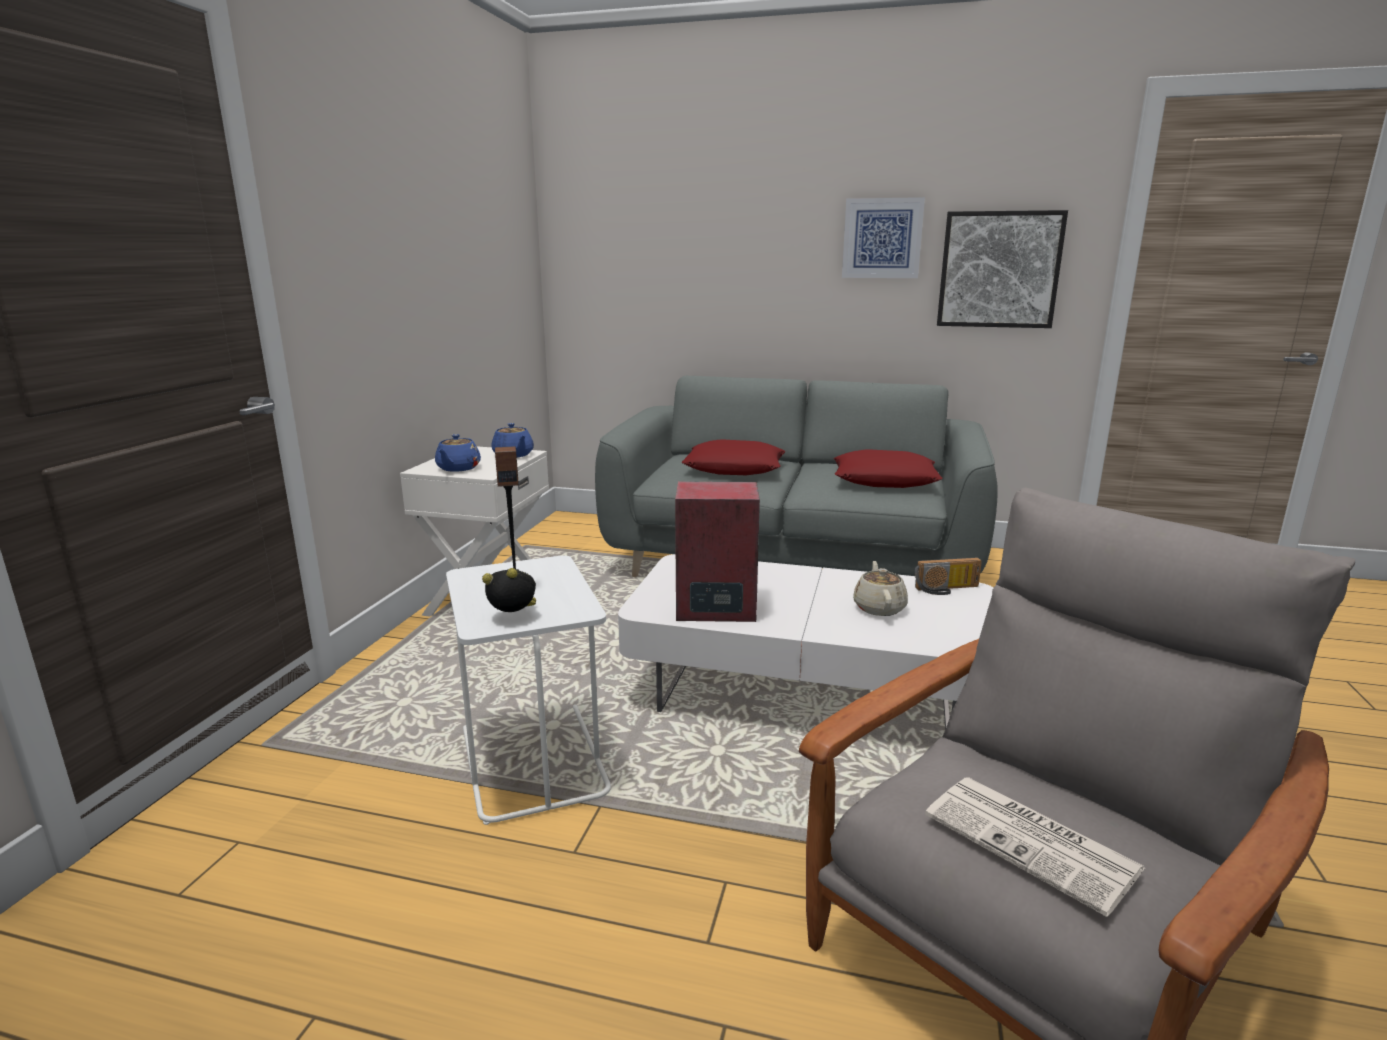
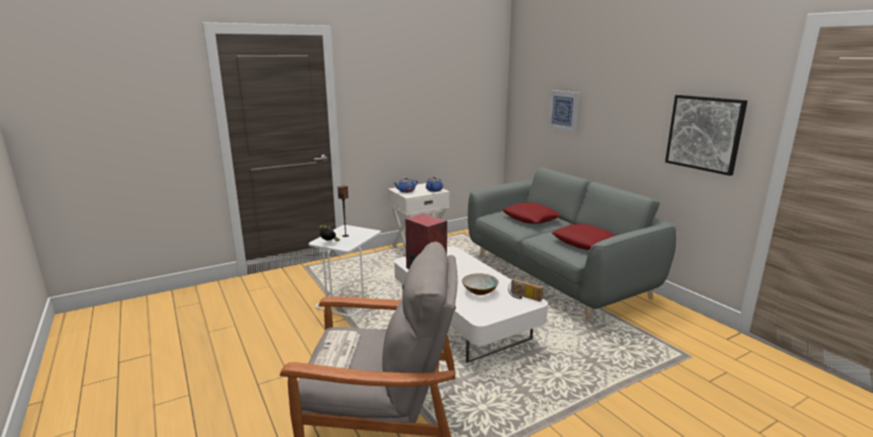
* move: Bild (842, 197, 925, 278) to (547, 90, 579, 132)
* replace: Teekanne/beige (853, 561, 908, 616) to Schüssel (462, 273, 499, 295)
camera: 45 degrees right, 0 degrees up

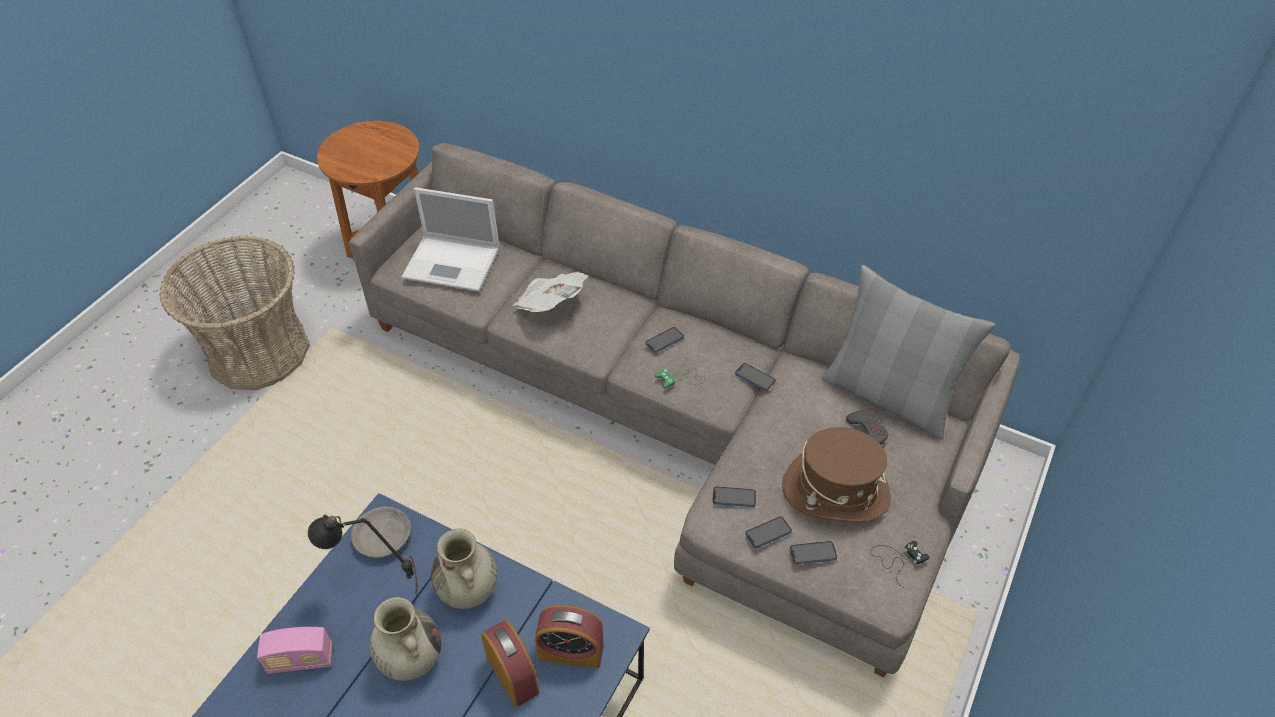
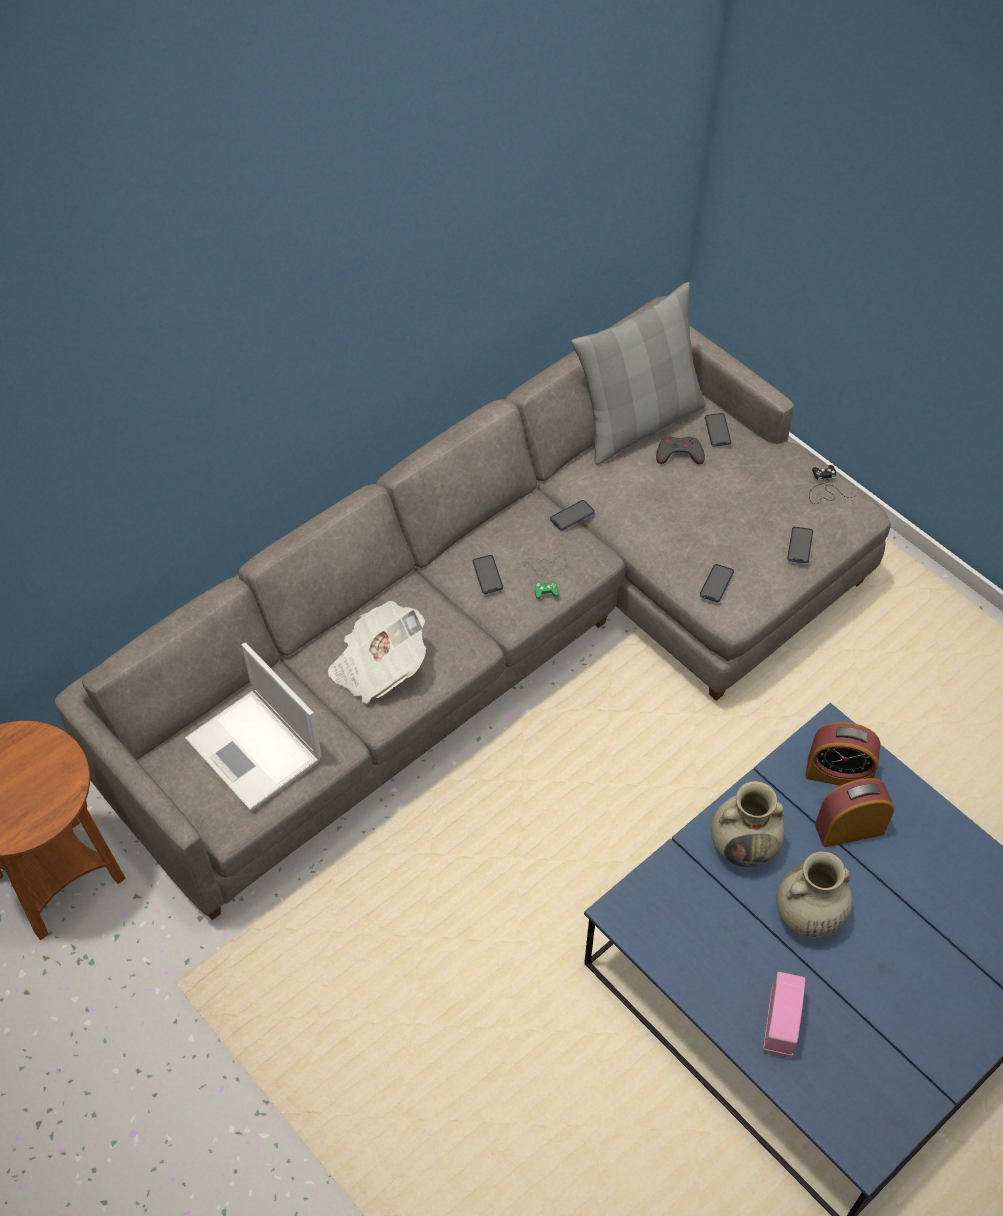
* rotate: Laptop (401, 187, 499, 292) = (185, 643, 322, 811) 105 degrees clockwise
* delete: Korb (159, 236, 310, 390)
* delete: Hut/braun (782, 427, 891, 522)
* delete: Schüssel/grau (351, 506, 411, 558)
* delete: Tischlampe/schwarz (308, 515, 417, 595)
* move: Handy (745, 516, 792, 548) to (705, 413, 731, 447)
* rotate: Wecker (535, 605, 604, 668) = (805, 722, 880, 786) 75 degrees clockwise
camera: 70 degrees left, 5 degrees up

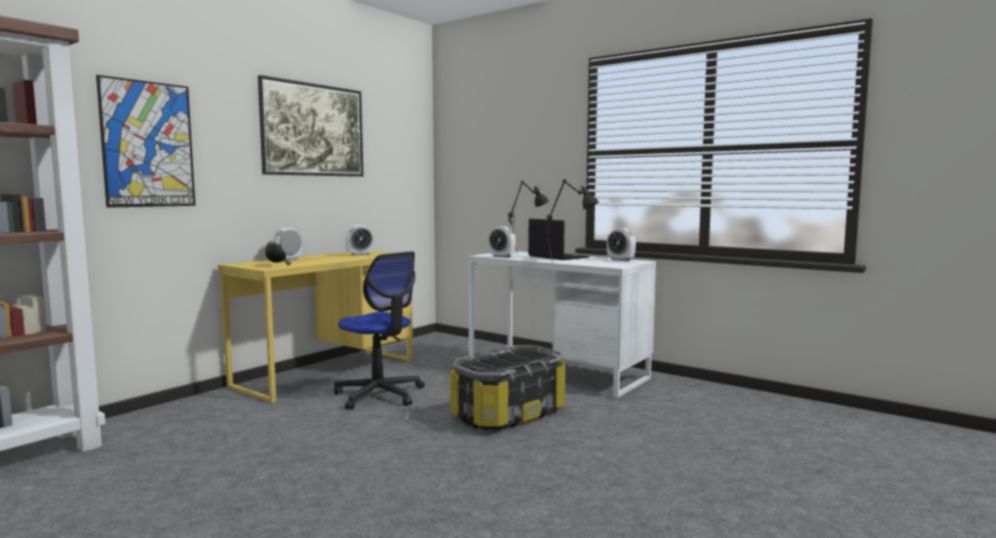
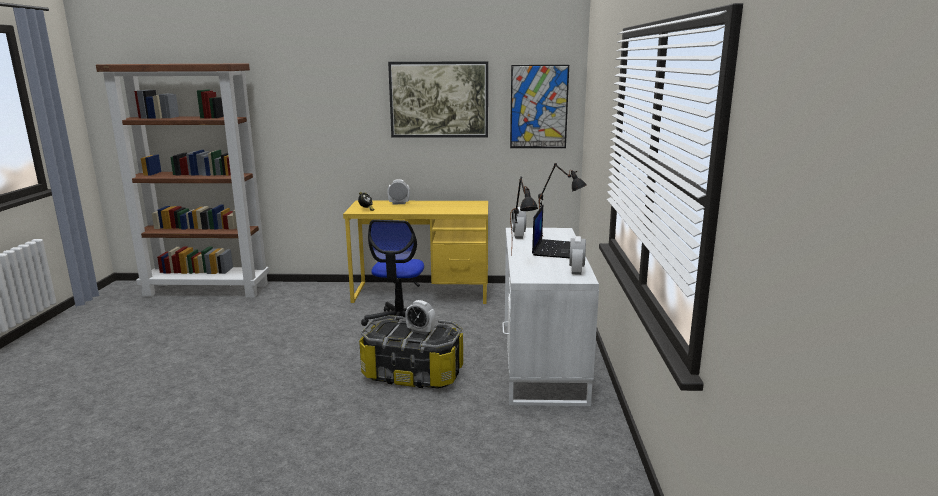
* move: Bild (96, 75, 195, 208) to (510, 65, 569, 148)
* move: Wecker (345, 225, 374, 256) to (405, 300, 436, 335)
camera: 55 degrees right, 10 degrees up

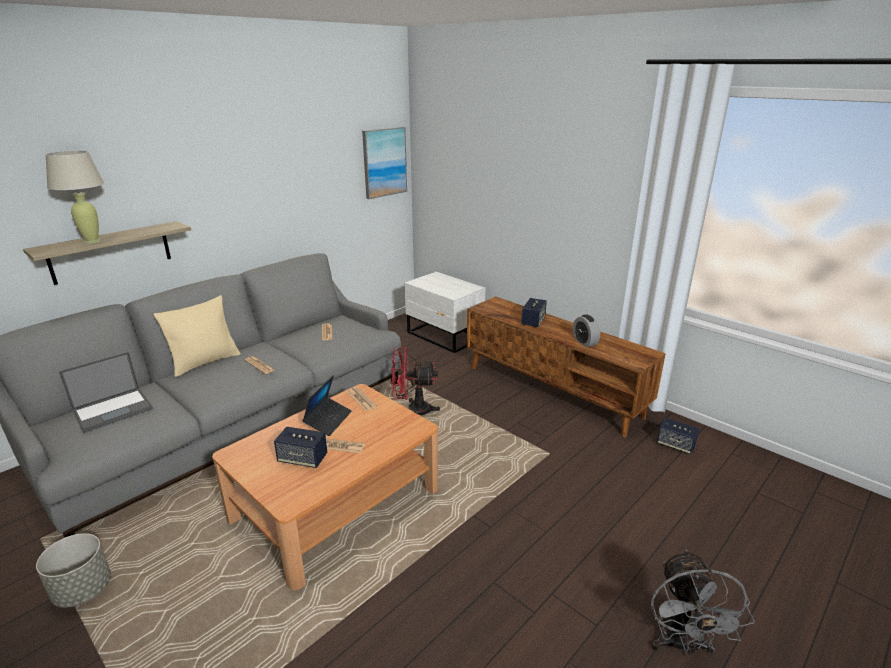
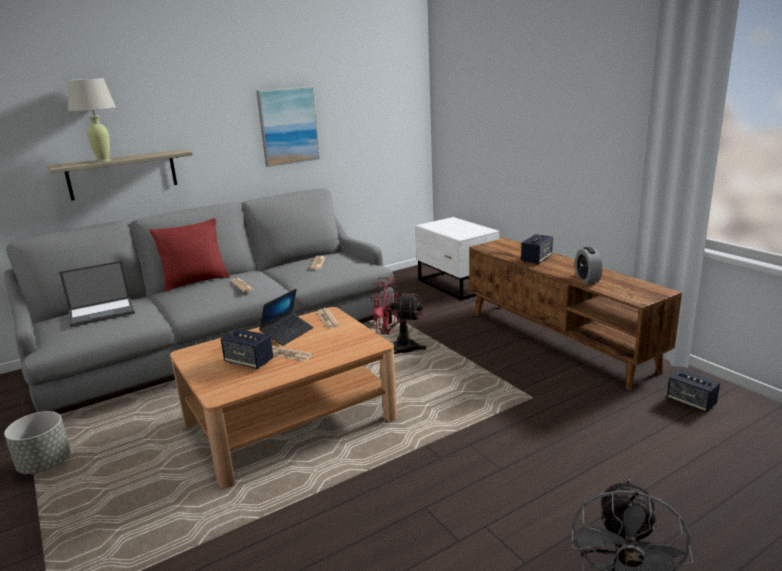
* move: Bild (362, 127, 407, 199) to (256, 86, 320, 167)
* recolor: Kissen/beige (154, 295, 241, 377) to Kissen/rot (150, 218, 230, 292)
camera: 15 degrees right, 5 degrees down

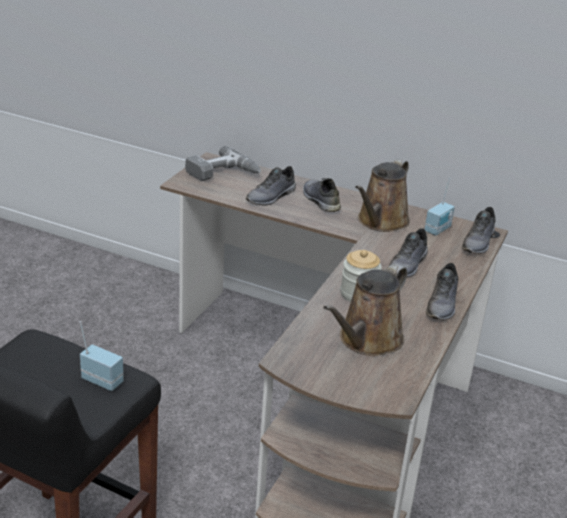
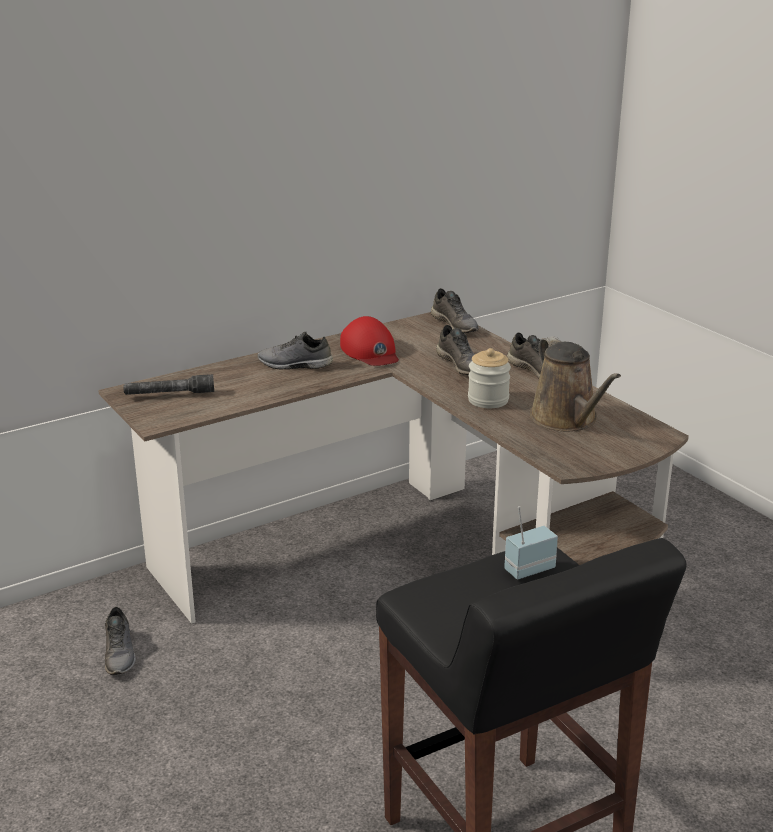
* replace: Bohrmaschine (185, 146, 261, 181) to Taschenlampe/grau (123, 374, 214, 395)
* replace: Gießkanne/braun (355, 159, 410, 232) to Kappe/rot (340, 316, 399, 366)
* move: Schuh/grau (246, 166, 296, 205) to (105, 607, 136, 675)
* delete: Radio (425, 178, 455, 236)
camera: 55 degrees left, 5 degrees down

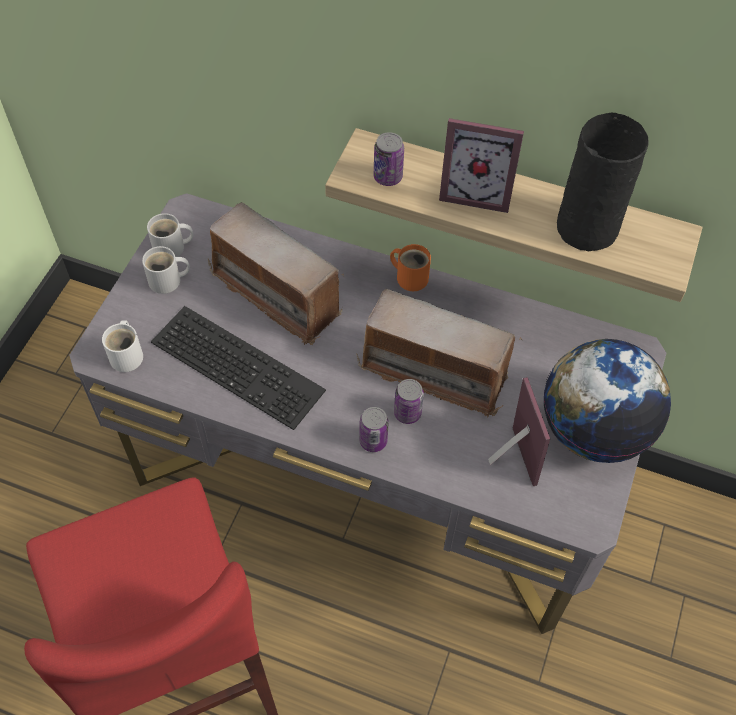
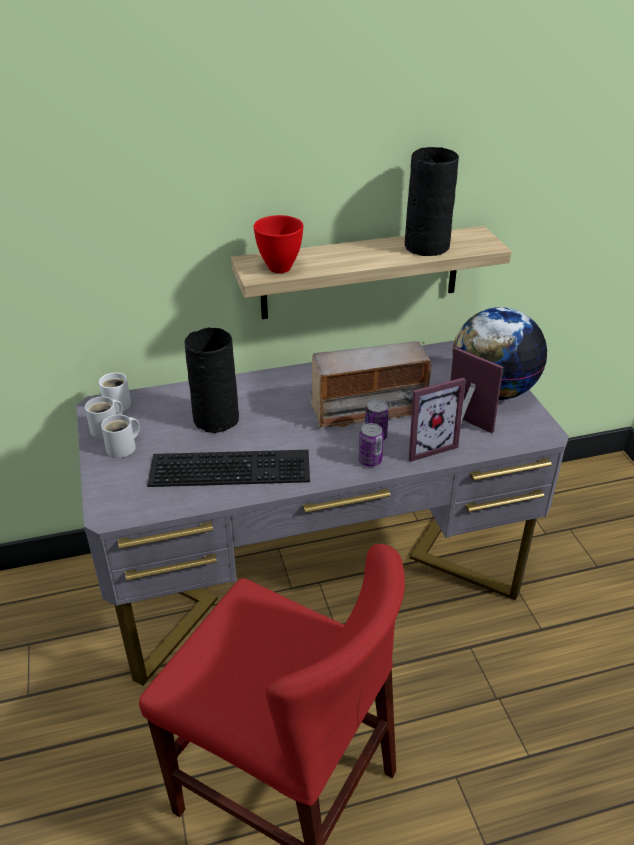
* move: Bilderrahmen (439, 118, 524, 213) to (409, 377, 466, 462)
* replace: Dose (374, 132, 404, 186) to Schüssel/rot (253, 215, 304, 273)
* replace: Radio (208, 202, 344, 345) to Vase/schwarz (184, 327, 239, 433)
* delete: Henkelbecher/orange (390, 244, 431, 291)
* move: Henkelbecher/weiß (102, 320, 143, 372) to (99, 373, 131, 413)
camera: 35 degrees left, 20 degrees down

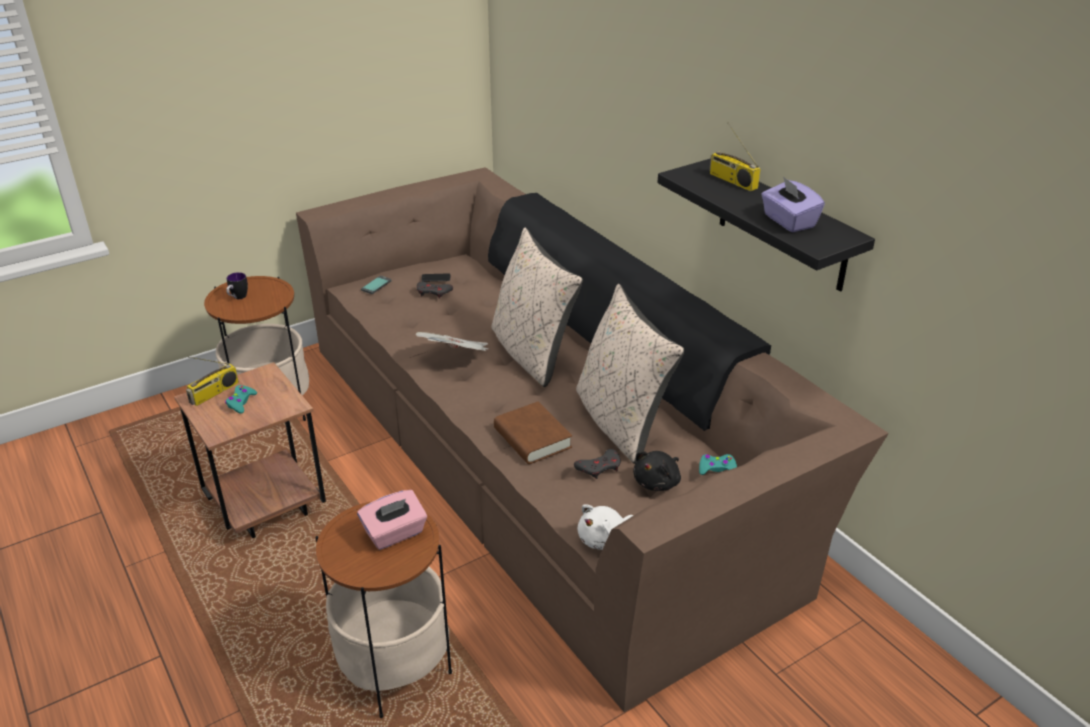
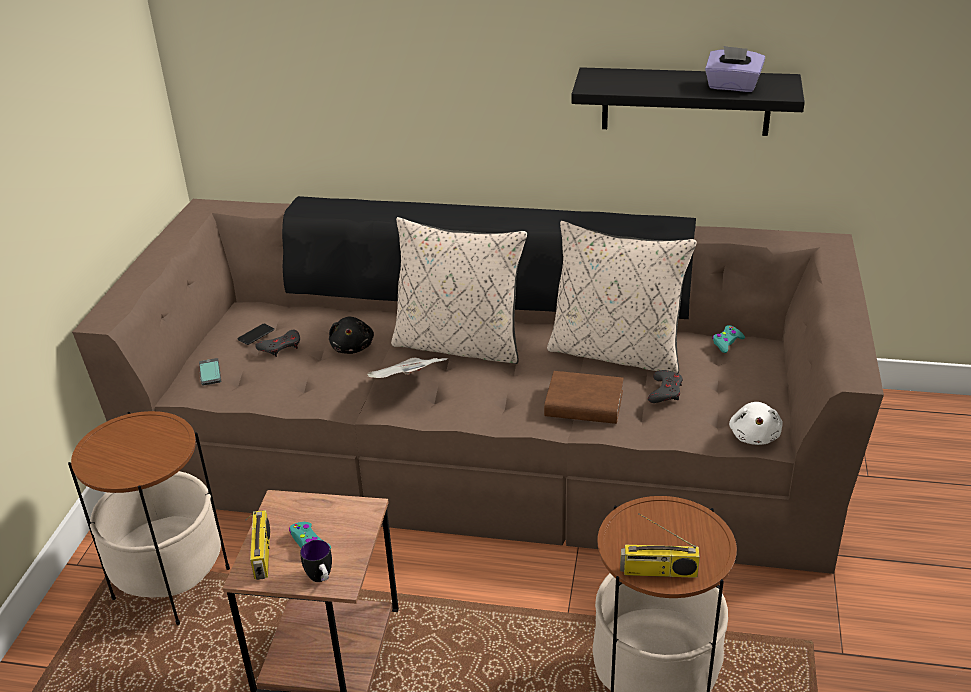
* move: Radio (709, 123, 761, 191) to (620, 513, 700, 578)
* move: Henkelbecher (226, 272, 248, 299) to (300, 540, 332, 582)
* move: Plüschtier/schwarz (633, 451, 681, 491) to (329, 317, 374, 354)
* delete: Taschentuchbox/rosa (357, 490, 427, 550)
camera: 45 degrees left, 0 degrees up

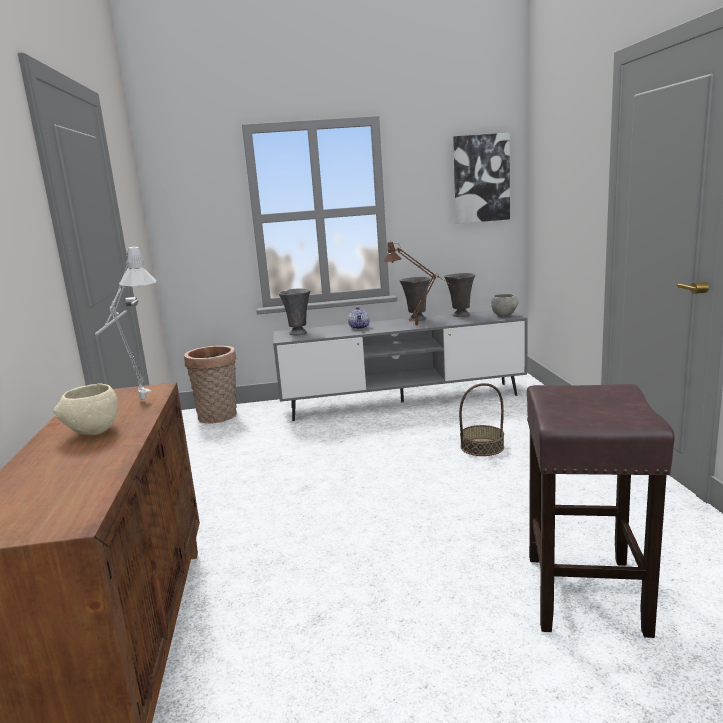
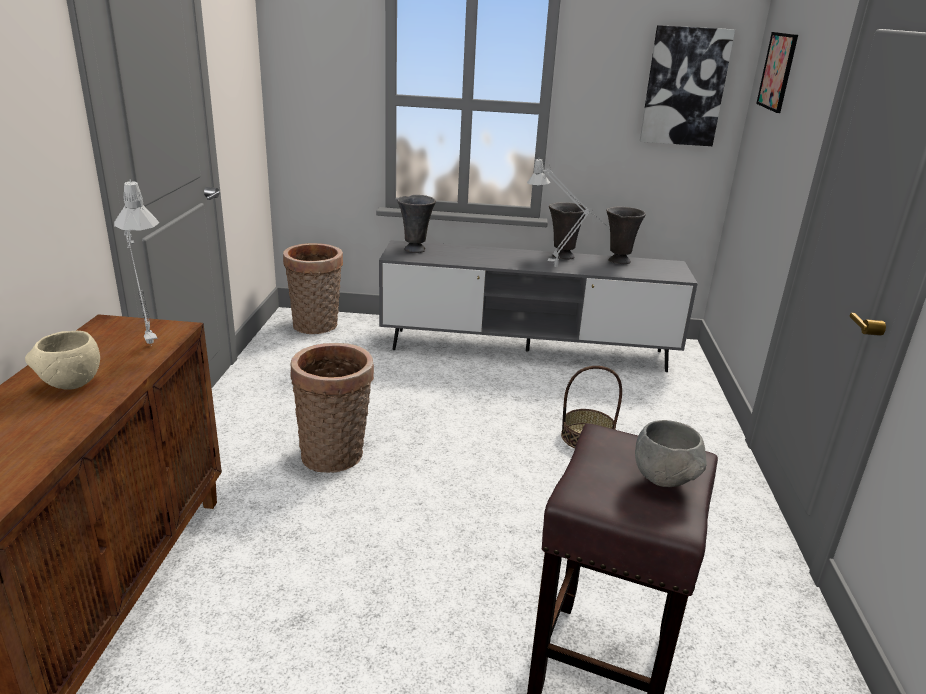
* recolor: Tischlampe/braun (384, 242, 452, 325) to Tischlampe/grau (527, 159, 610, 267)
* move: Schüssel/grau (491, 294, 518, 316) to (635, 420, 707, 487)
* delete: Teekanne (348, 307, 370, 329)
* insert: Bild (756, 32, 798, 113)
* insert: Korb (290, 343, 374, 473)
camera: 10 degrees right, 10 degrees up

